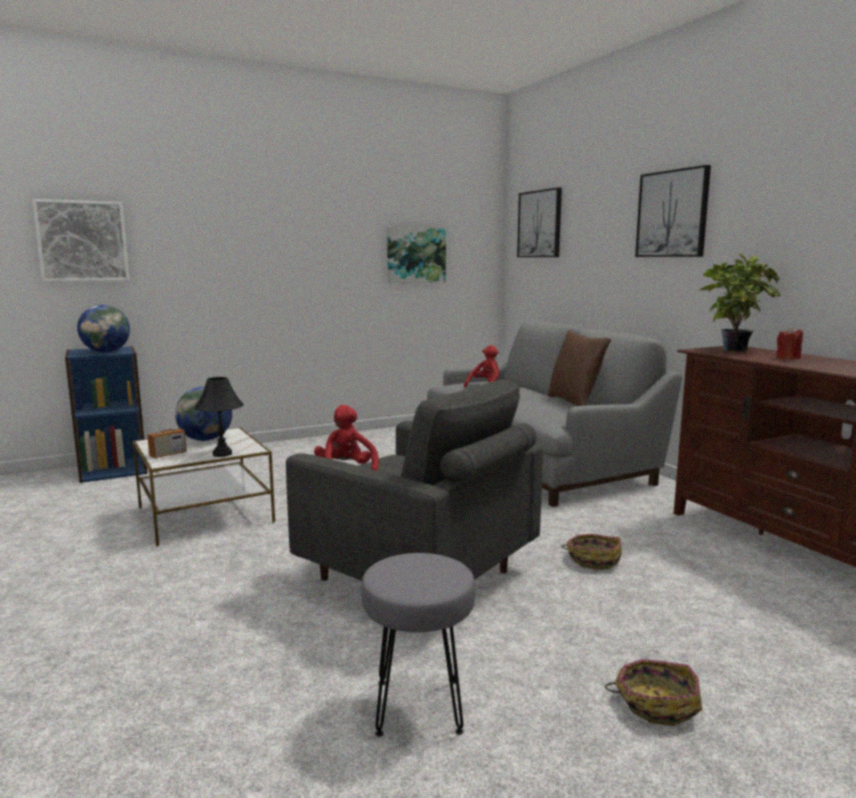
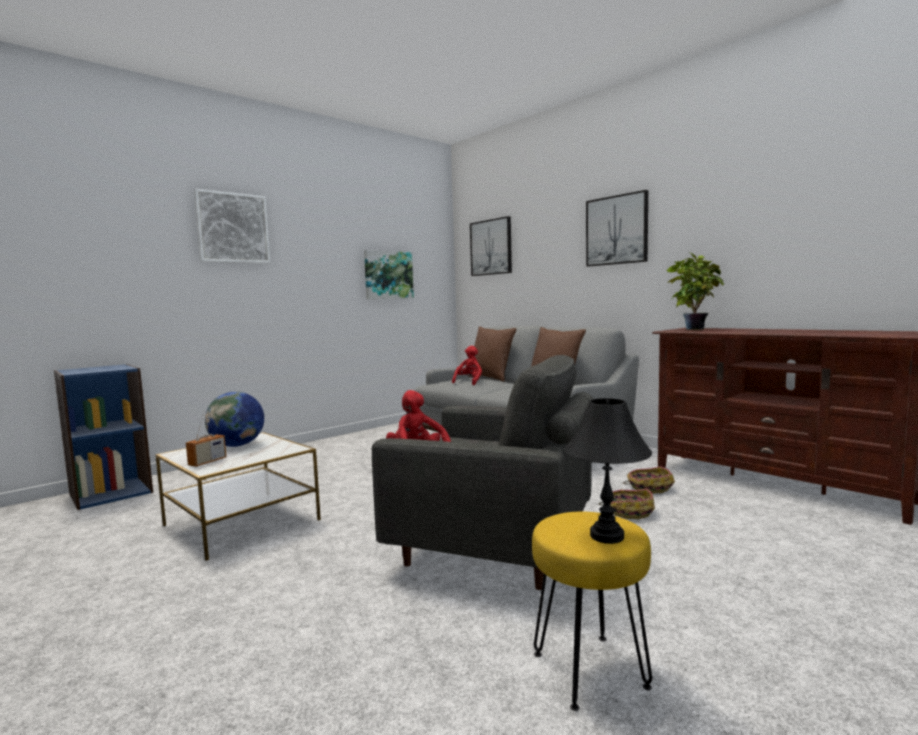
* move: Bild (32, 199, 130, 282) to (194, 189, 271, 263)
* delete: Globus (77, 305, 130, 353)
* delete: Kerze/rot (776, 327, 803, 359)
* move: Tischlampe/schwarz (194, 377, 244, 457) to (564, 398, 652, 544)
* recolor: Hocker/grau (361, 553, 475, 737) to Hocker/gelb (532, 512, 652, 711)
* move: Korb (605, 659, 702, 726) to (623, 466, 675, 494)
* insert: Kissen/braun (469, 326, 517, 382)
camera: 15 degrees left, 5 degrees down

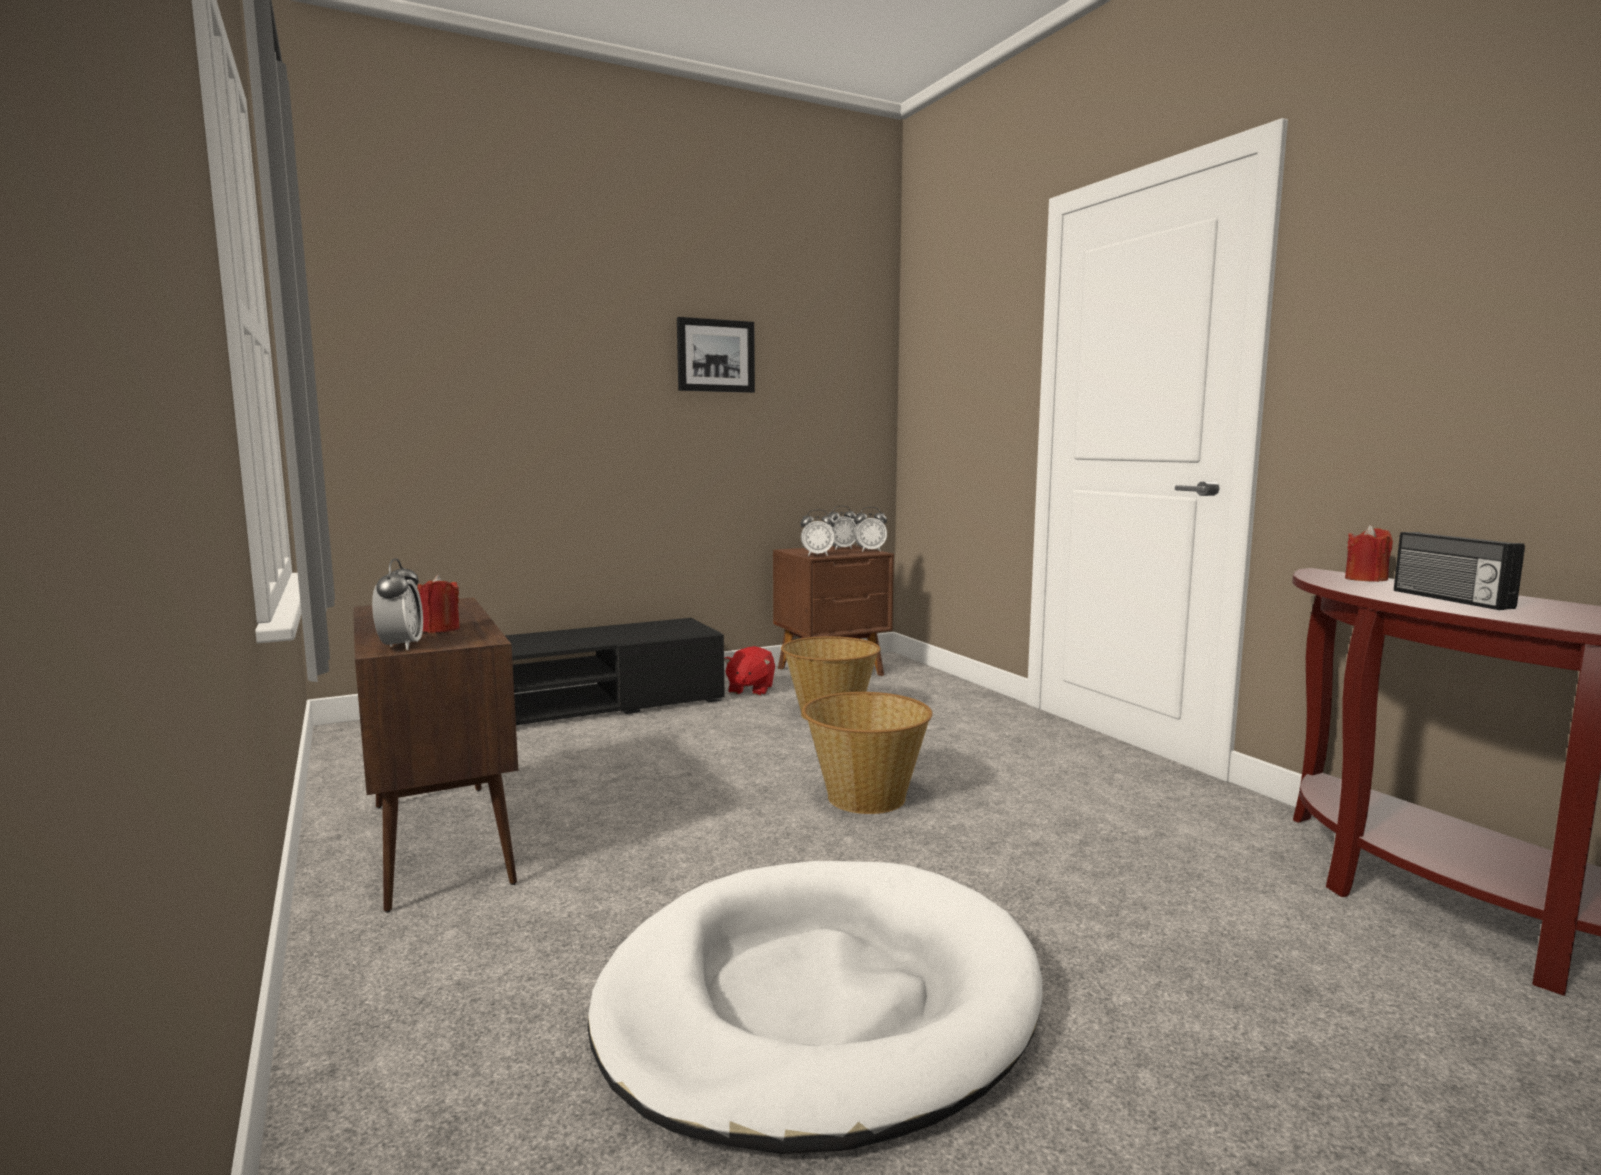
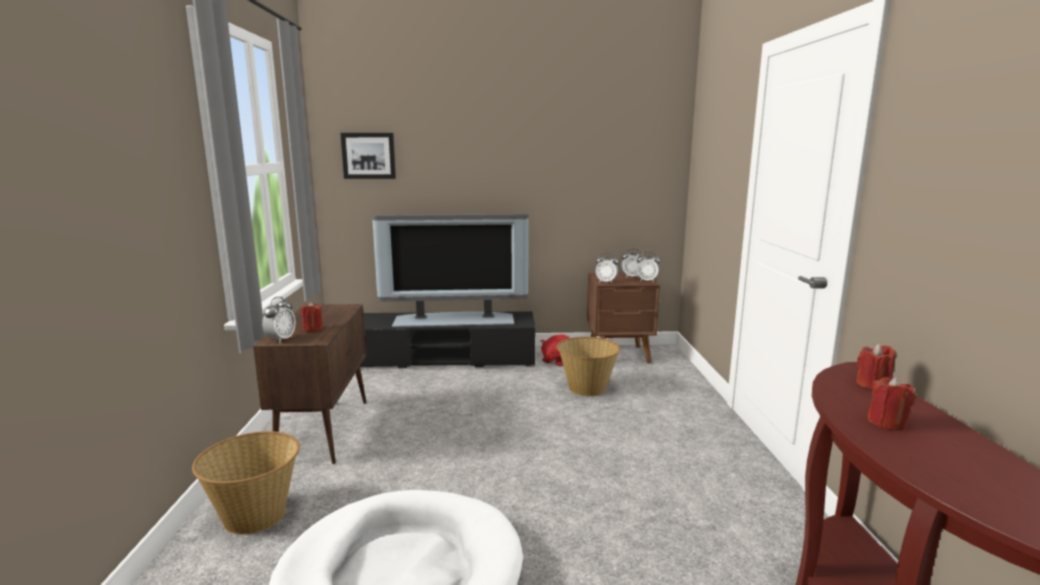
* move: Bild (677, 317, 755, 393) to (340, 133, 396, 179)
* replace: Radio (1394, 532, 1525, 610) to Kerze/rot (868, 377, 915, 430)
* move: Korb (802, 692, 933, 814) to (192, 431, 300, 535)
* insert: Fernseher (372, 214, 529, 327)
camera: 25 degrees right, 5 degrees up

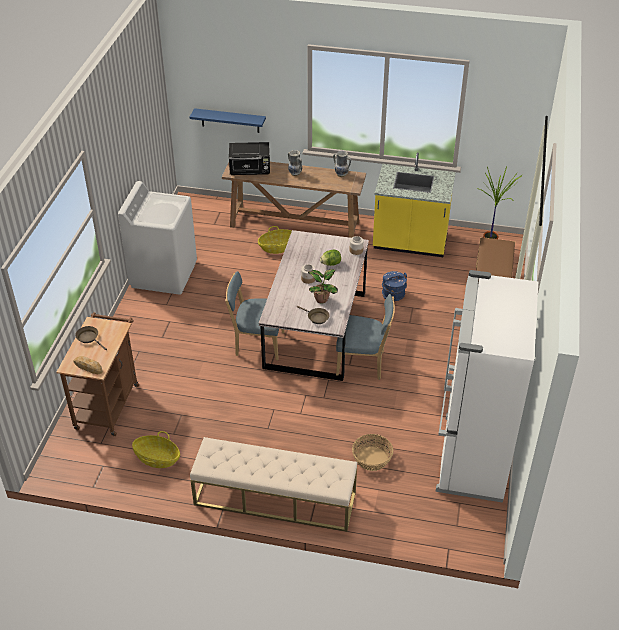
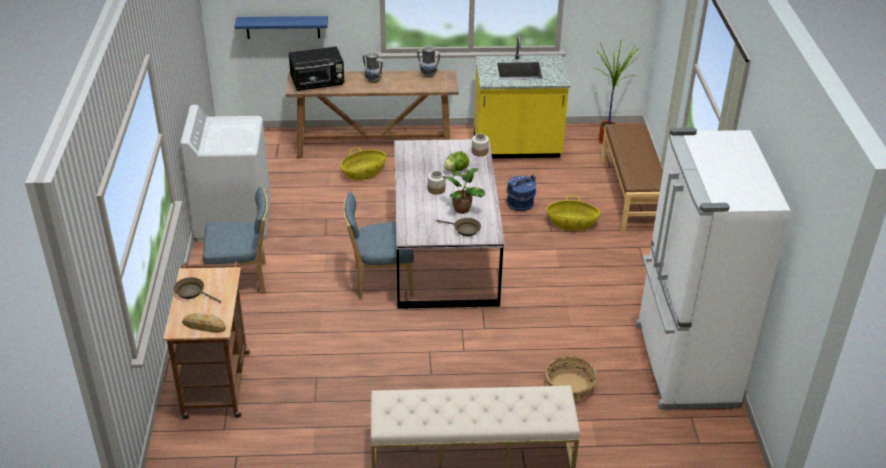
* move: Stuhl/blau (336, 294, 395, 380) to (203, 186, 268, 294)
* move: Korb (132, 431, 180, 468) to (546, 195, 600, 231)
camera: 15 degrees left, 5 degrees down

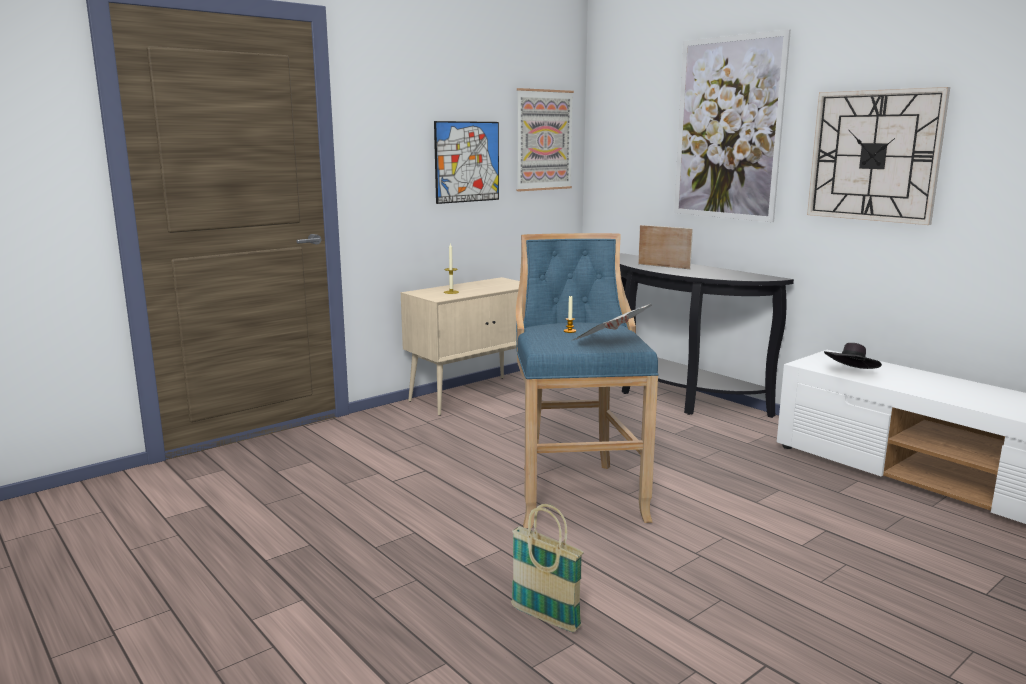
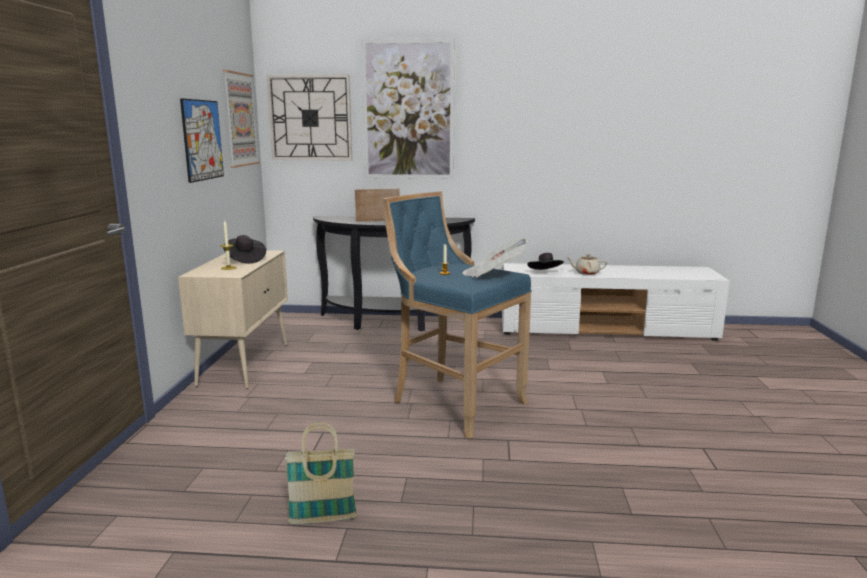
* move: Wanduhr (807, 87, 950, 225) to (267, 74, 352, 160)
* move: Korb (511, 504, 584, 632) to (285, 422, 357, 524)
* insert: Hut/schwarz (223, 235, 266, 264)
* insert: Teekanne/beige (567, 254, 607, 275)
camera: 45 degrees left, 0 degrees up

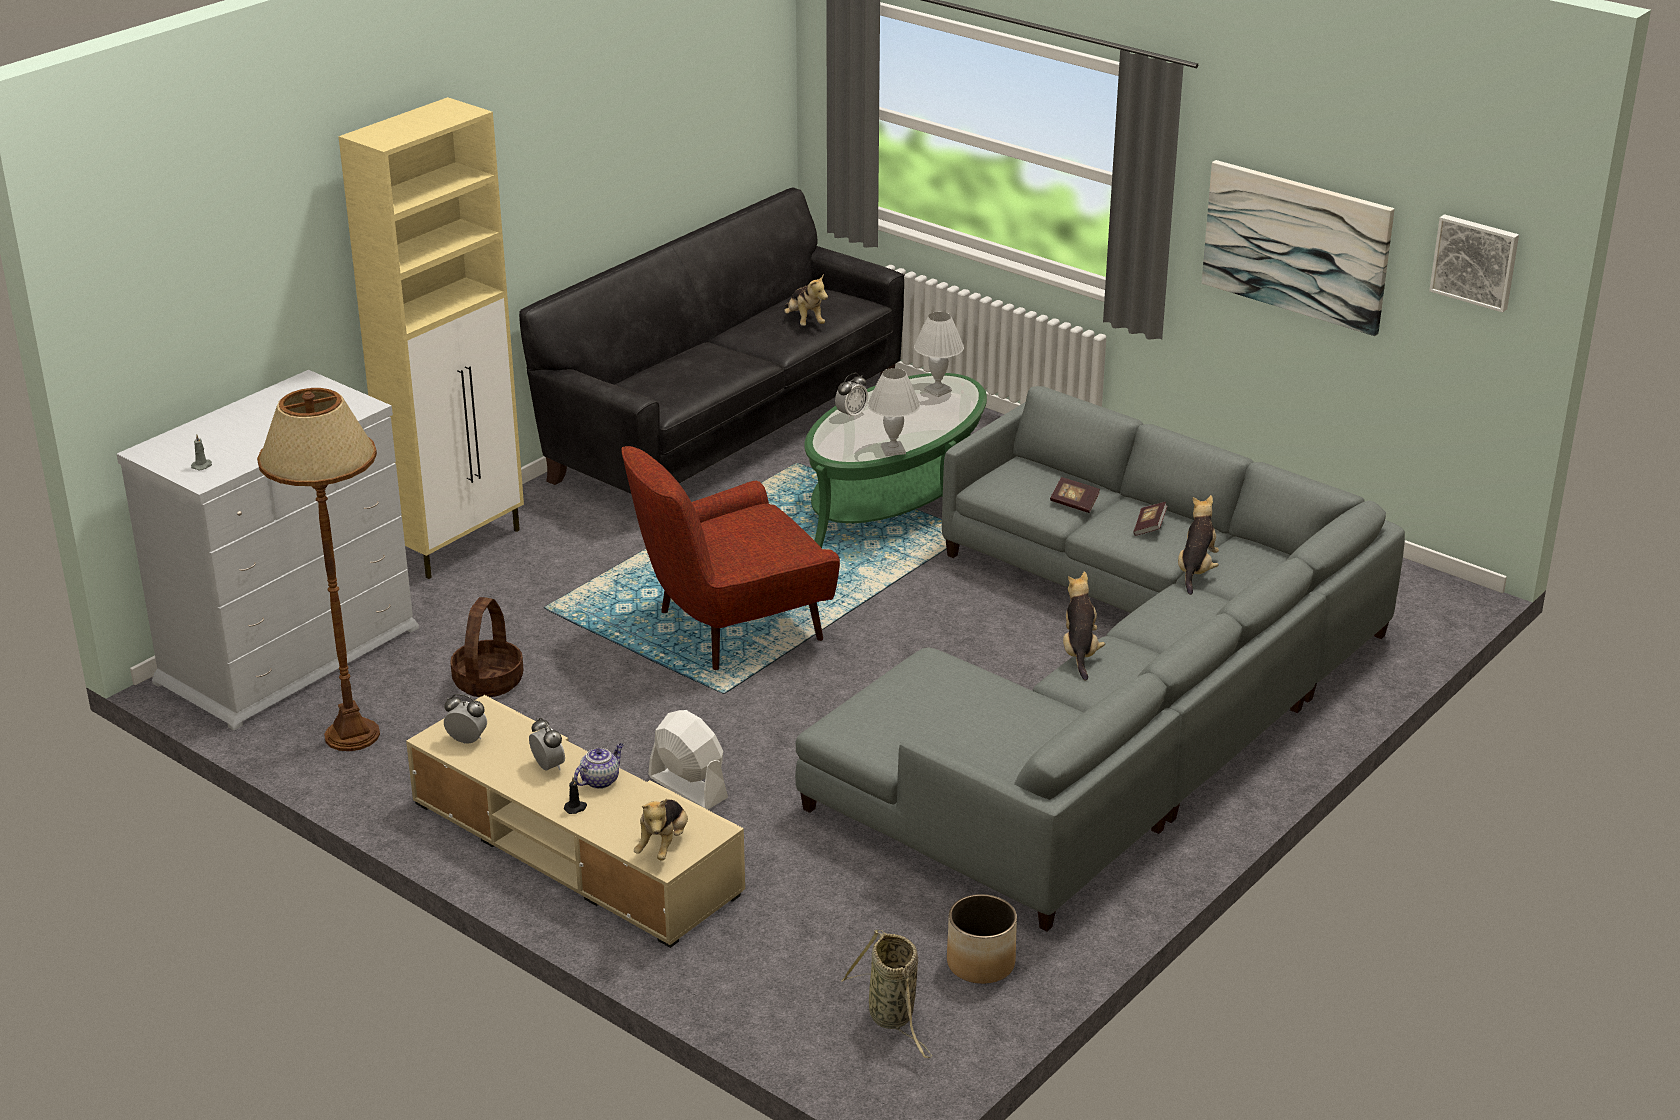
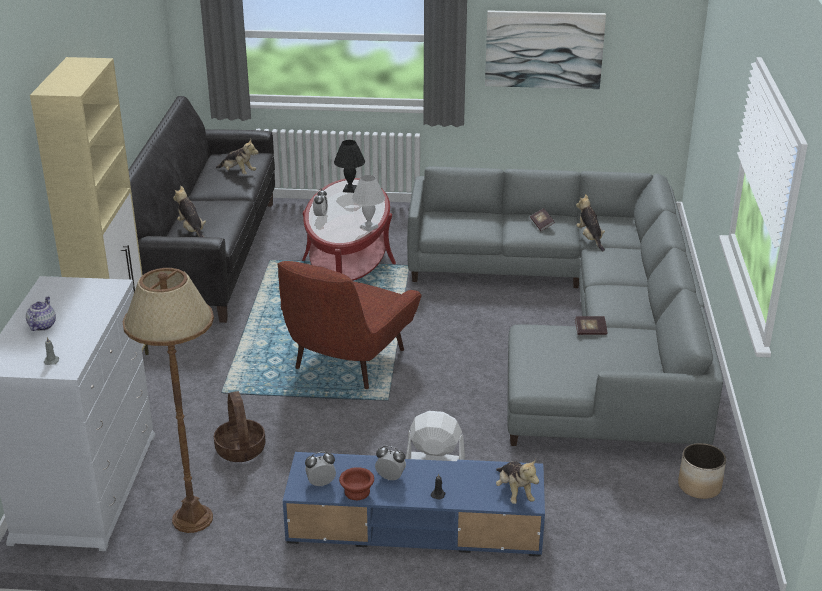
* delete: Bild (1429, 214, 1519, 313)
* recolor: Tischlampe/weiß (914, 312, 964, 397) to Tischlampe/schwarz (334, 140, 365, 193)
* recolor: Couchtisch/grün (805, 373, 987, 548) to Couchtisch/rot (302, 178, 396, 281)
* move: Buch (1050, 477, 1100, 513) to (575, 316, 607, 335)
* move: Plüschtier (1063, 571, 1105, 681) to (173, 186, 206, 237)
* recolor: Fernsehschrank/beige (406, 695, 745, 948) to Fernsehschrank/blau (283, 452, 545, 557)
* move: Teekanne (574, 743, 624, 789) to (26, 297, 56, 331)
* delete: Korb (841, 930, 932, 1058)
* insert: Schüssel/braun (339, 467, 374, 500)
camera: 35 degrees left, 0 degrees up

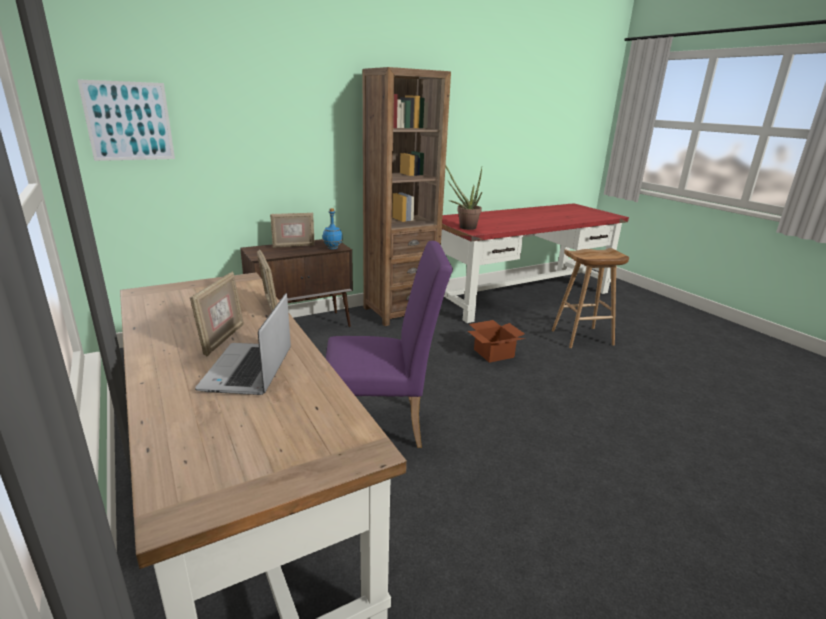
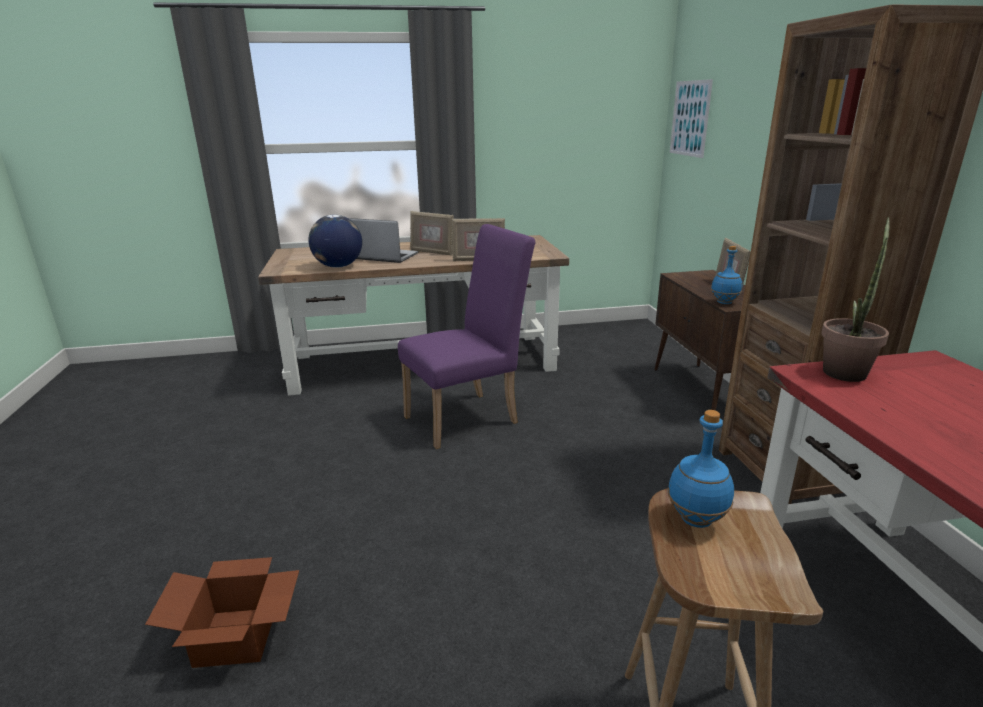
* rotate: Stuhl/lila (326, 241, 453, 448) = (398, 224, 535, 449) 135 degrees counterclockwise
* move: Karton (468, 320, 526, 363) to (145, 557, 299, 668)
* insert: Globus (308, 215, 362, 268)
* insert: Flasche/blau (668, 410, 734, 528)
camera: 110 degrees right, 0 degrees up

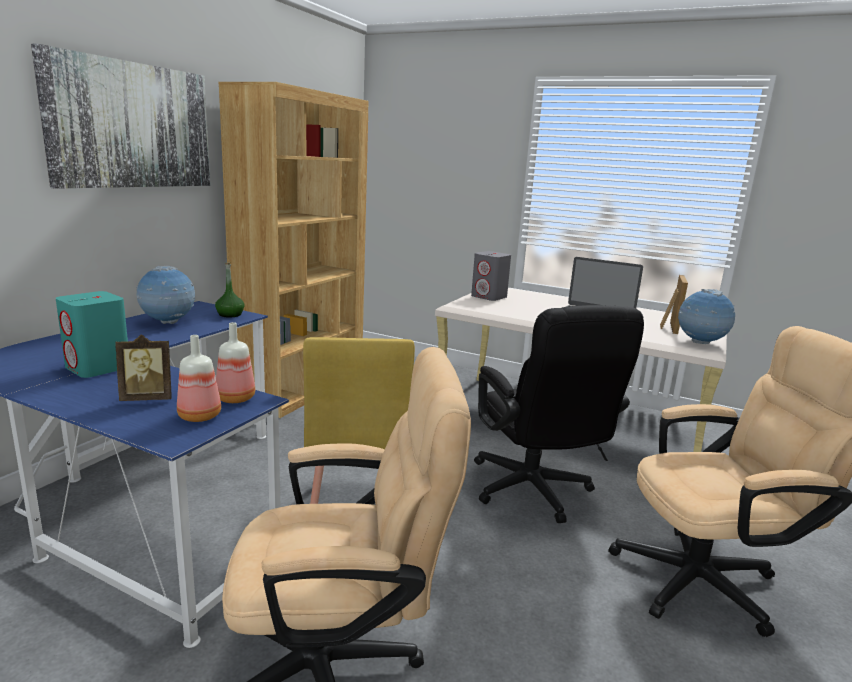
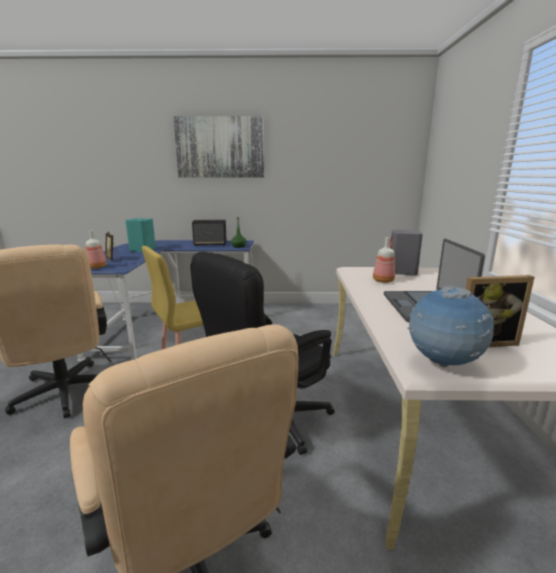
* delete: Bücherregal/braun (219, 82, 368, 418)
* replace: Globus (136, 266, 195, 324) to Lautsprecher (192, 220, 227, 246)
* move: Flasche (216, 322, 255, 403) to (373, 237, 395, 283)
camera: 65 degrees right, 0 degrees up

